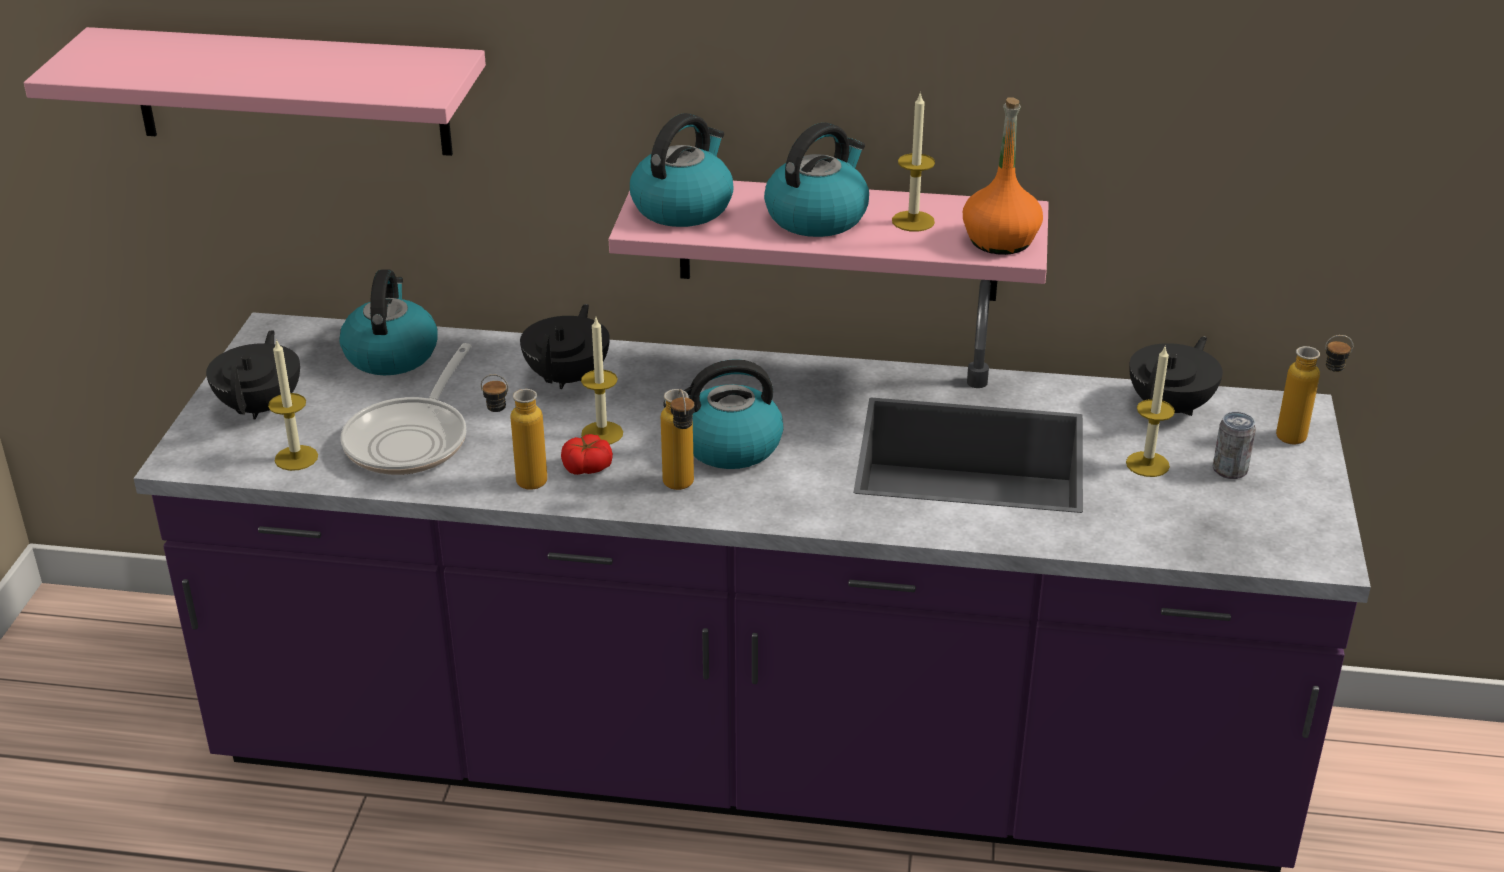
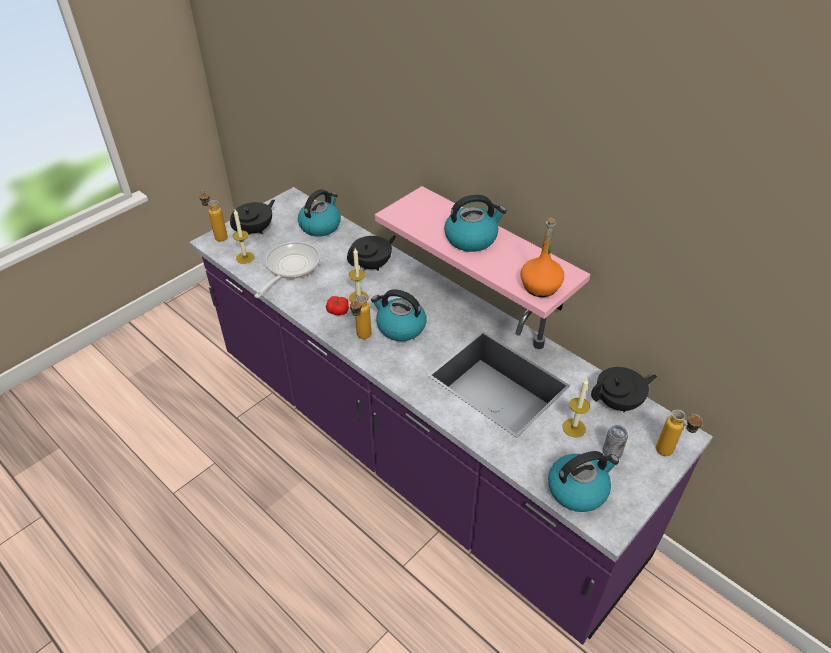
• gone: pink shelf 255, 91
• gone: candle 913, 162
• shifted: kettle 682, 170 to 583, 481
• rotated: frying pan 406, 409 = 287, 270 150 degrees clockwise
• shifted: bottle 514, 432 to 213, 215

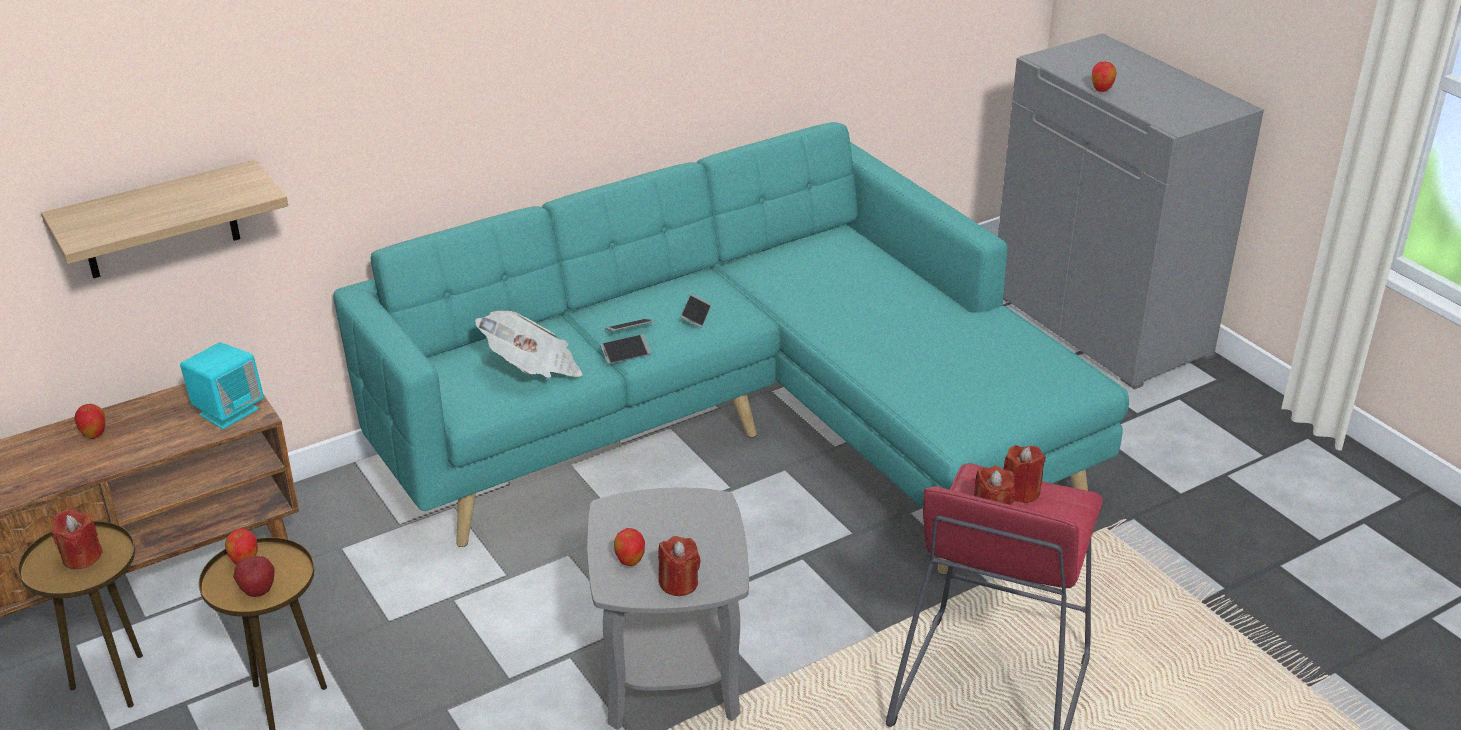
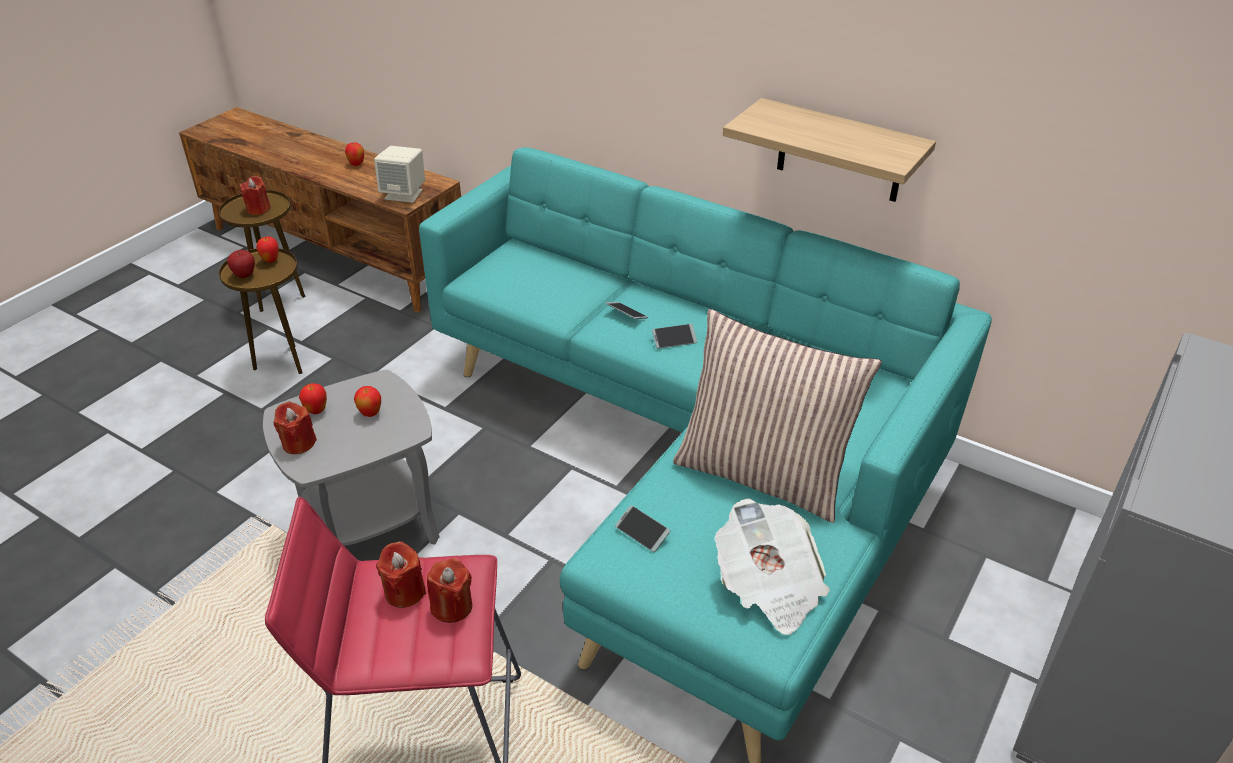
• shifted: apple 1104, 76 to 367, 401
• shifted: shelf 164, 219 to 829, 150
• shifted: newspaper 529, 344 to 772, 566
• shifted: phone 625, 349 to 642, 528
• repainted: turquoise speaker 222, 385 to beige speaker 399, 174
• new: pillow 777, 416

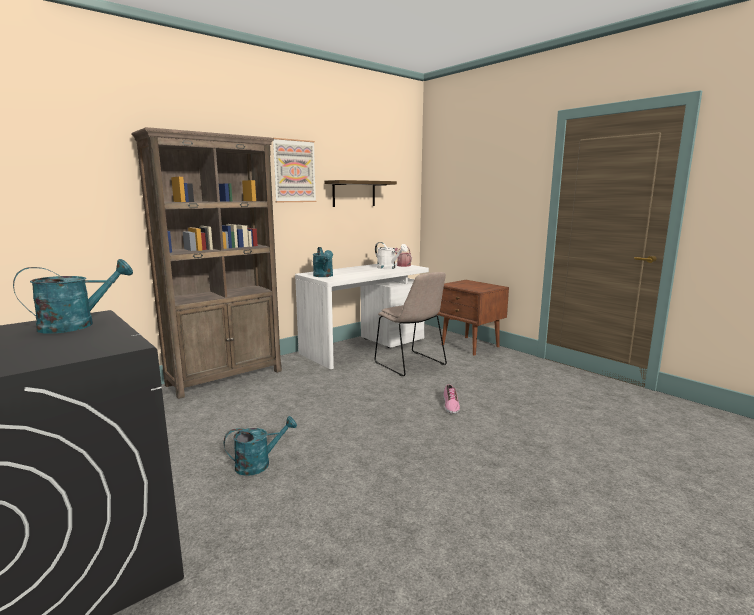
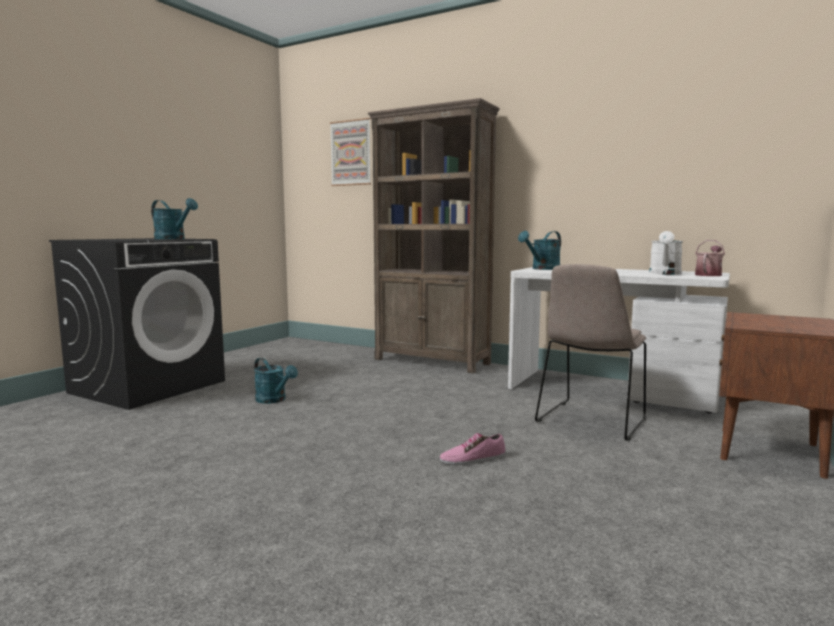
• shifted: picture 294, 170 to 350, 152
• gone: shelf 360, 193

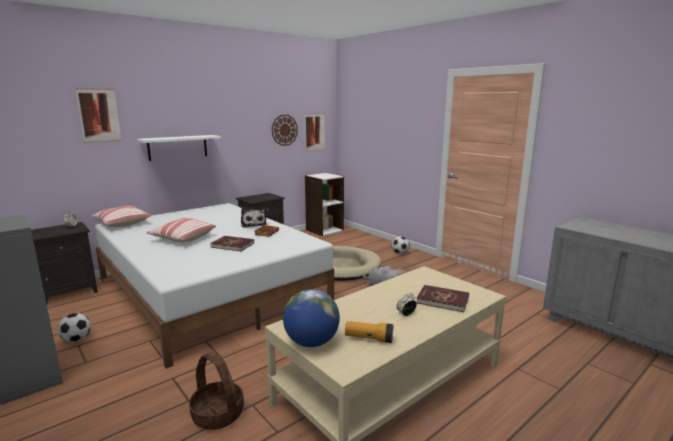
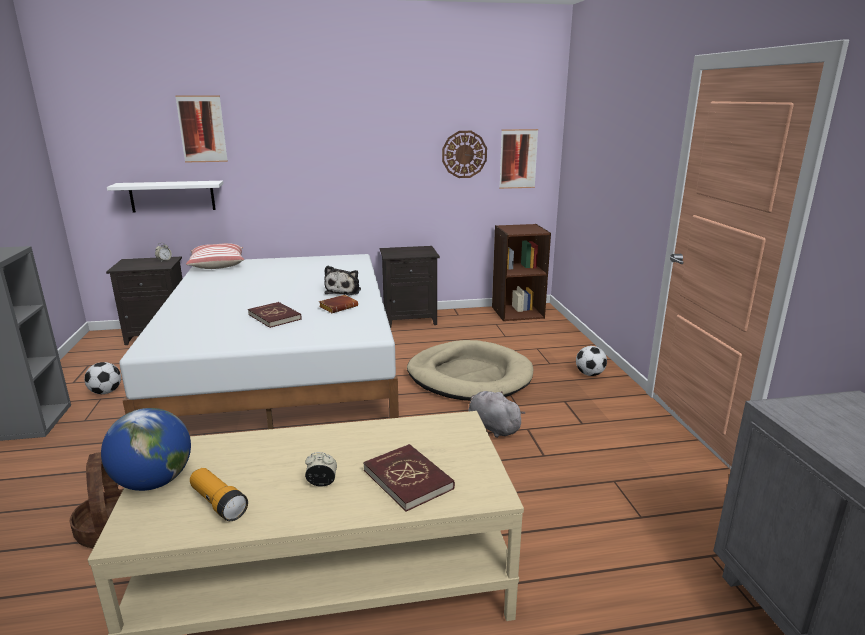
• shifted: white shelf 179, 148 to 165, 196
• repainted: white bookcase 324, 204 to brown bookcase 521, 272
• gone: pillow 181, 230

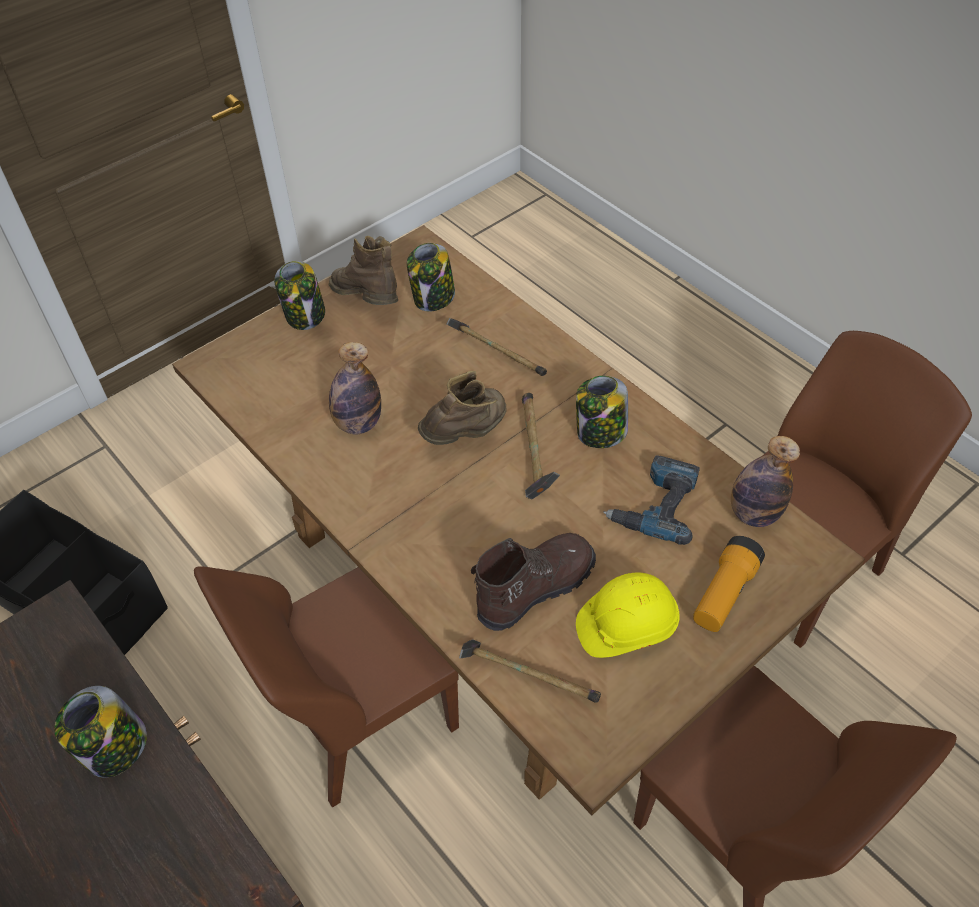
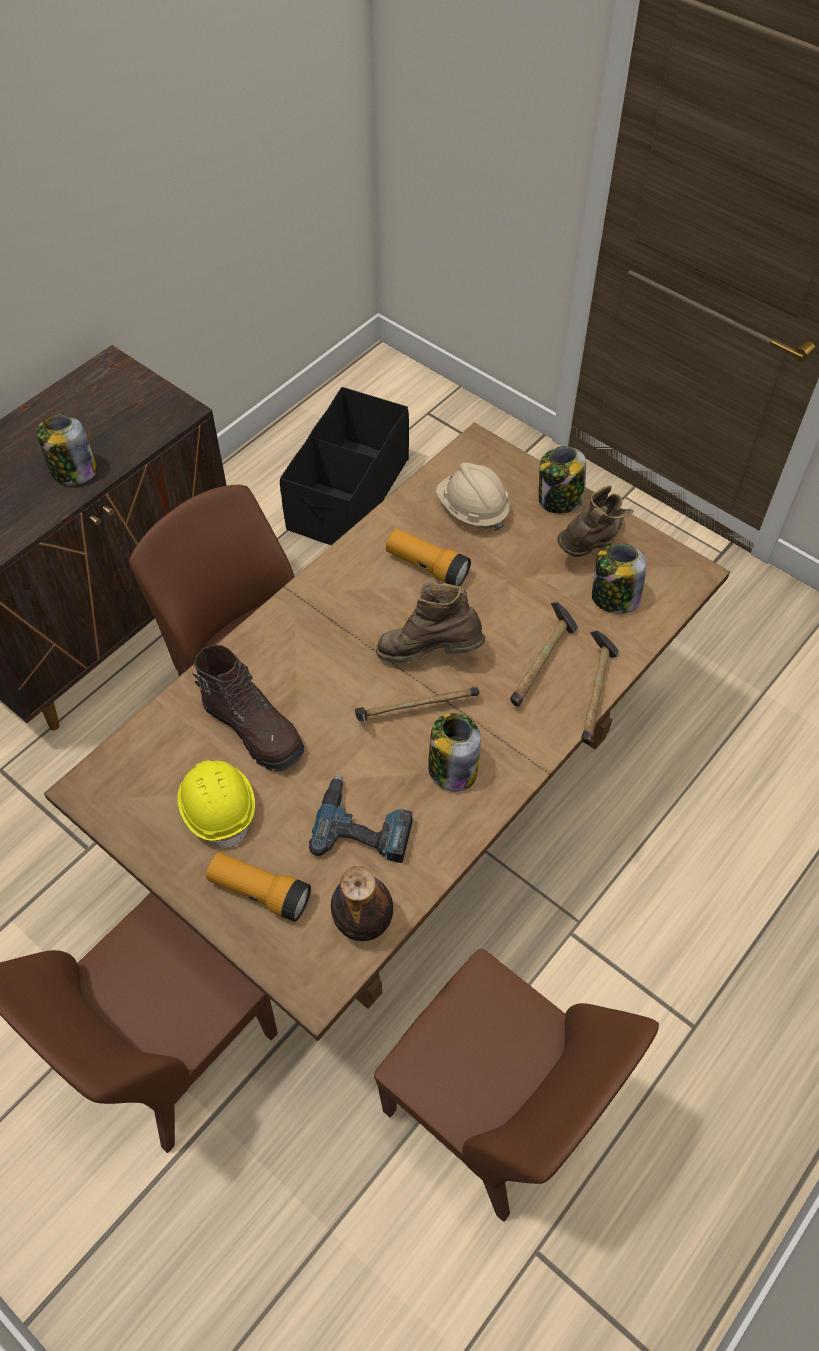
• swapped: bottle 355, 388 to flashlight 428, 557
• rotated: brown boot 462, 408 = 430, 622 150 degrees clockwise
• shifted: hammer 530, 671 to 600, 687
• new: beige hard hat 473, 497

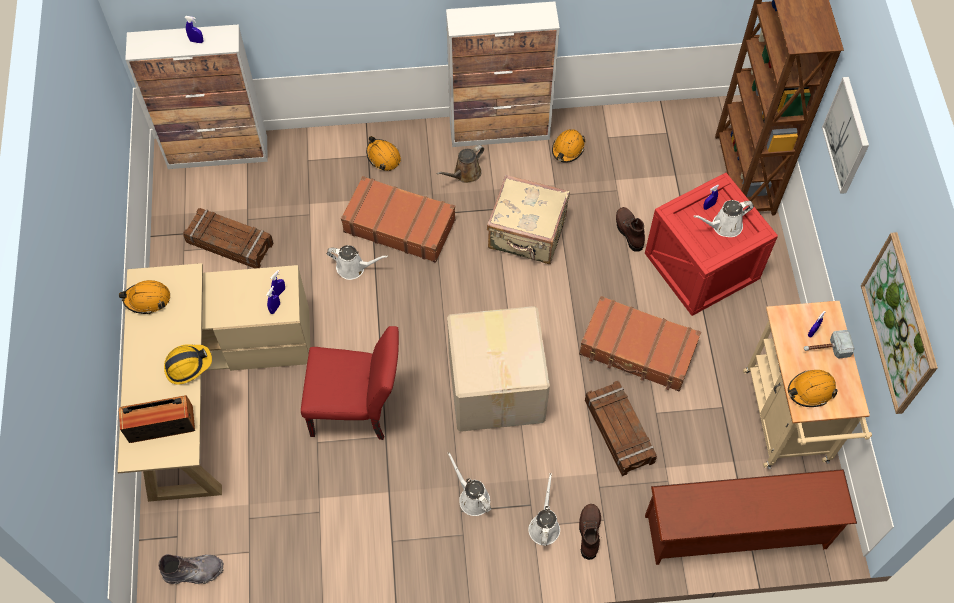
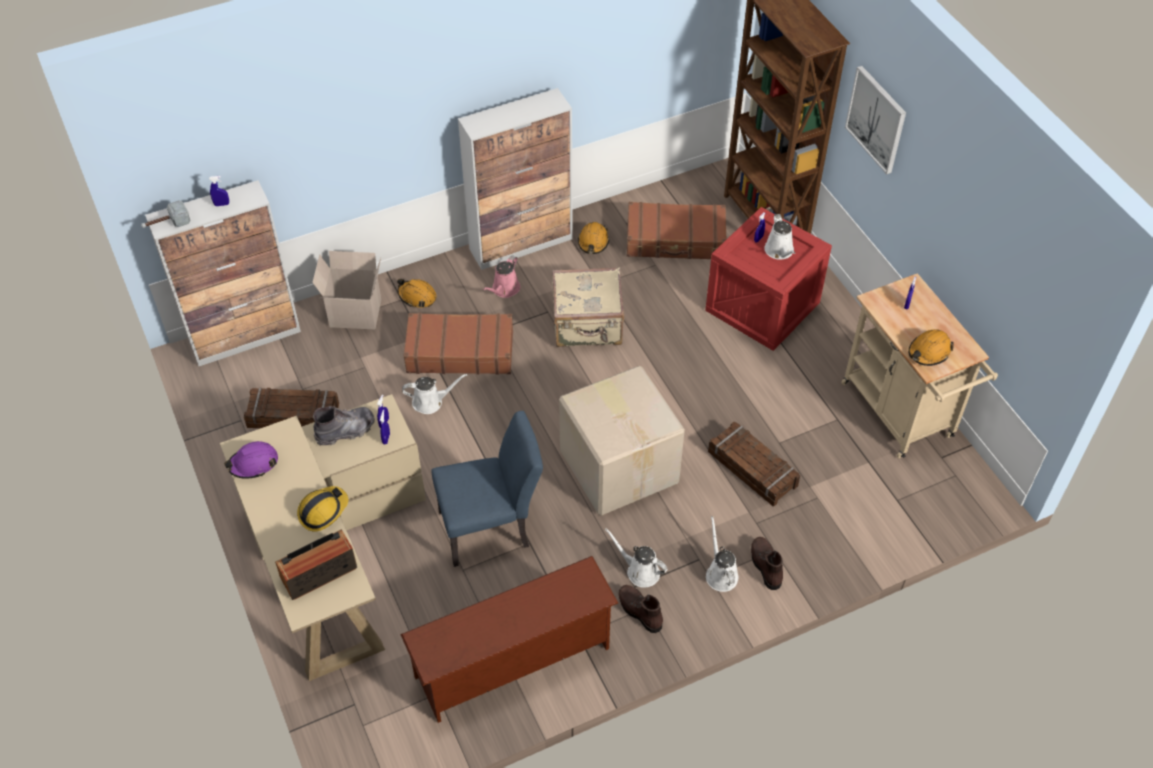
• repainted: brown watering can 460, 164 to pink watering can 501, 277
• rotated: white watering can 724, 218 = 779, 237 60 degrees counterclockwise
• shifted: brown boot 630, 229 to 641, 609
• gone: picture 899, 323
• repainted: orange hard hat 144, 297 to purple hard hat 251, 460
• shifted: brown suitcase 640, 343 to 677, 230
• repainted: red chair 350, 383 to blue chair 487, 489
• shifted: hammer 829, 344 to 166, 214
• shifted: brown shoe rack 751, 517 to 509, 639
• shifted: grey boot 191, 569 to 344, 426
• new: cardboard box 346, 290

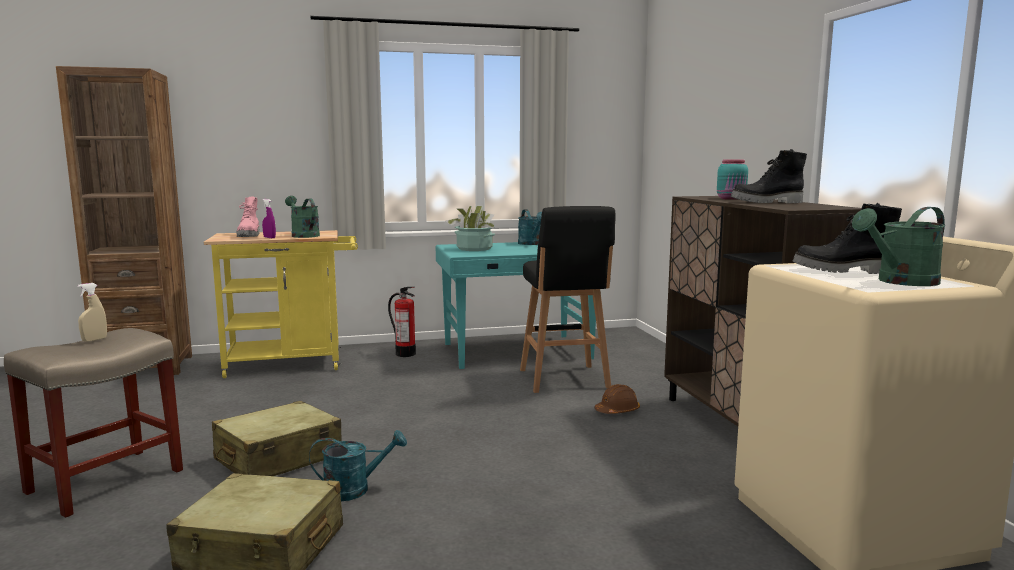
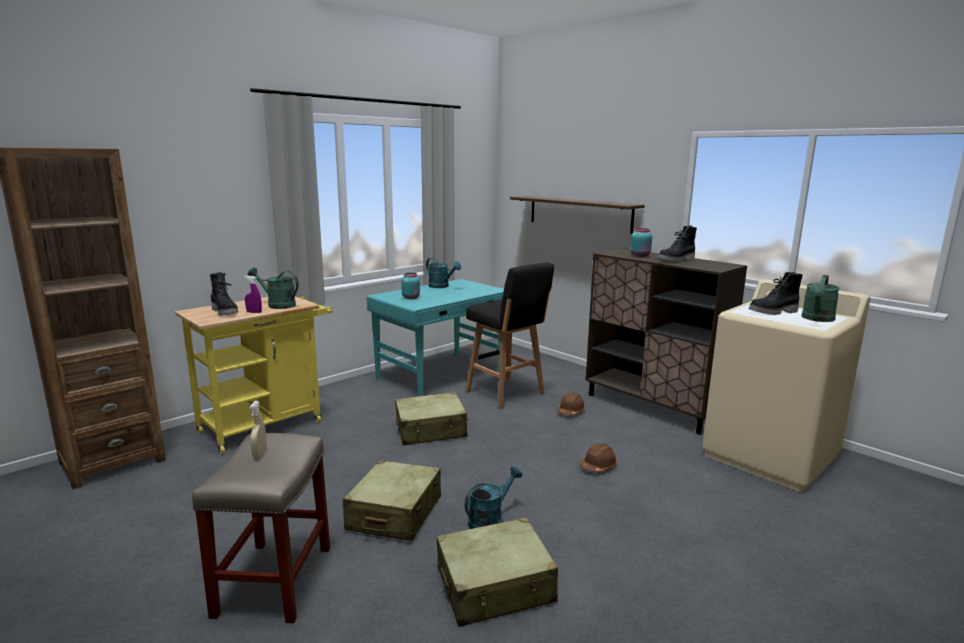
• repainted: pink boot 248, 216 to black boot 224, 293
• swapped: potted plant 470, 228 to turquoise jar 410, 286
• gone: fire extinguisher 402, 322
• new: shelf 577, 215
• new: beige suitcase 432, 418
• new: brown hard hat 598, 457

